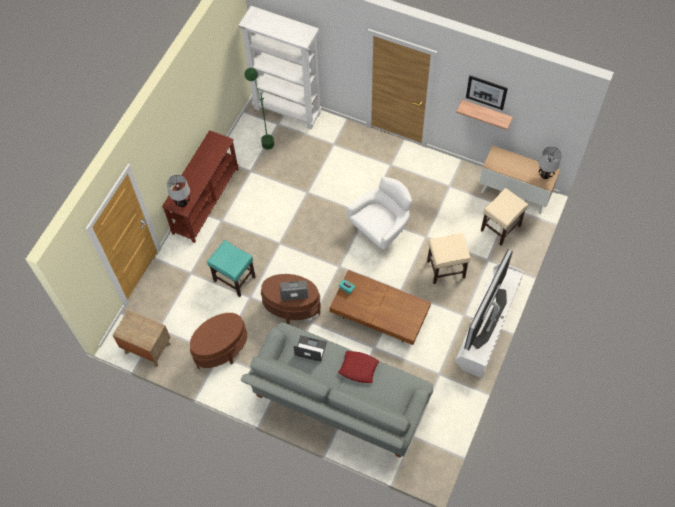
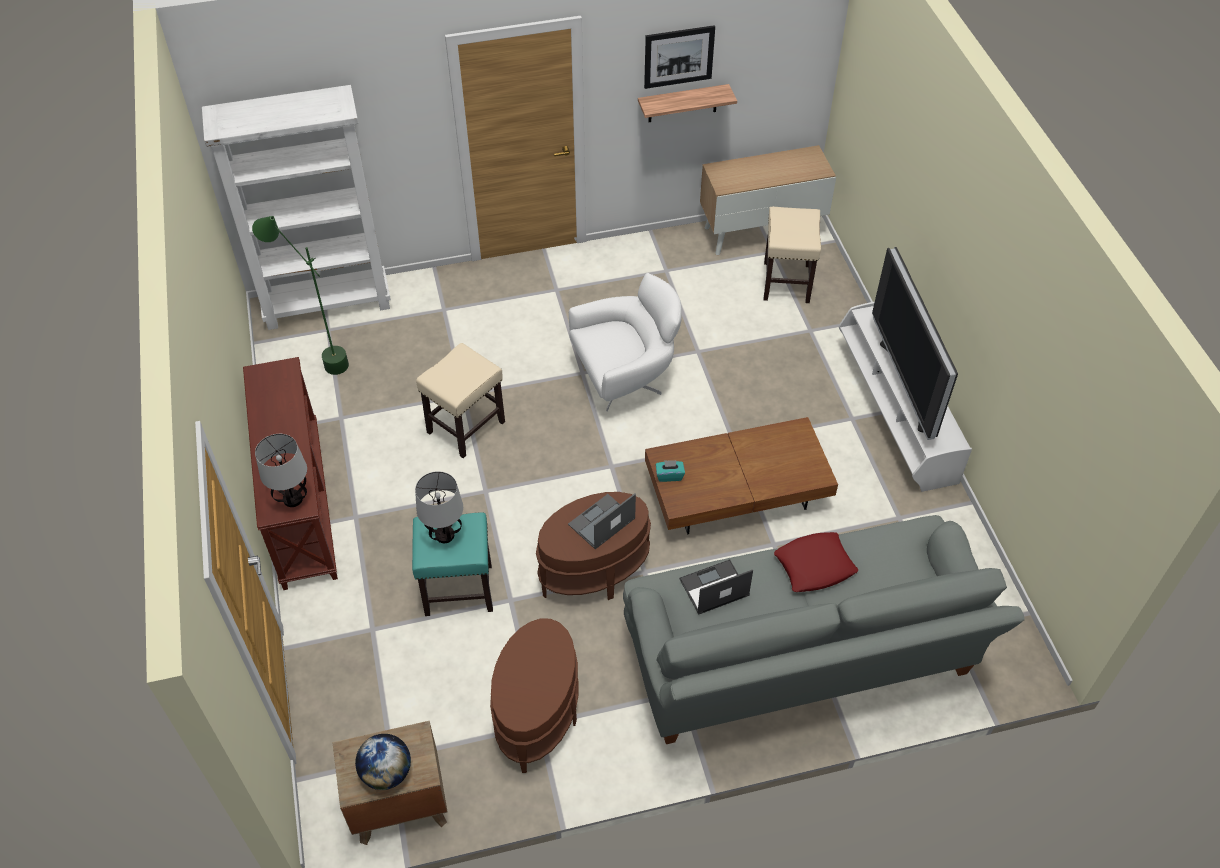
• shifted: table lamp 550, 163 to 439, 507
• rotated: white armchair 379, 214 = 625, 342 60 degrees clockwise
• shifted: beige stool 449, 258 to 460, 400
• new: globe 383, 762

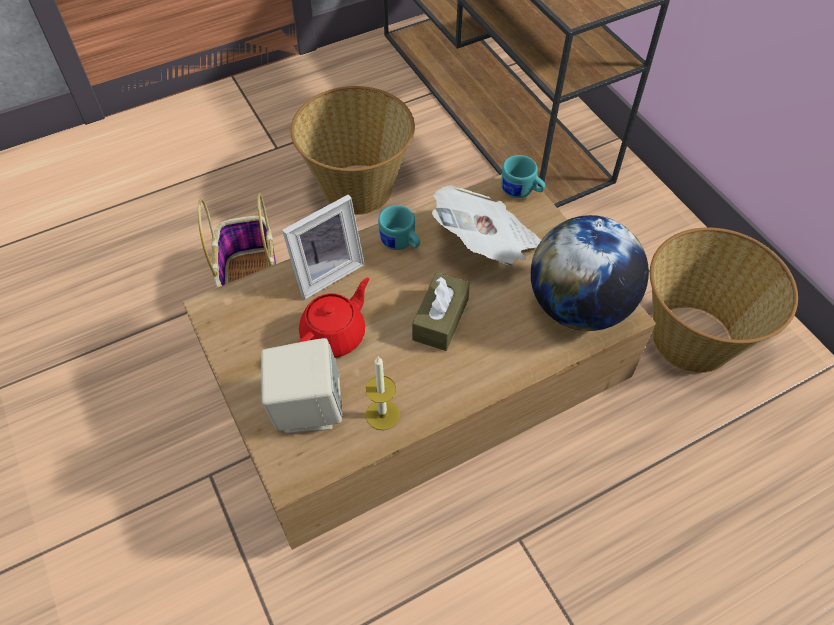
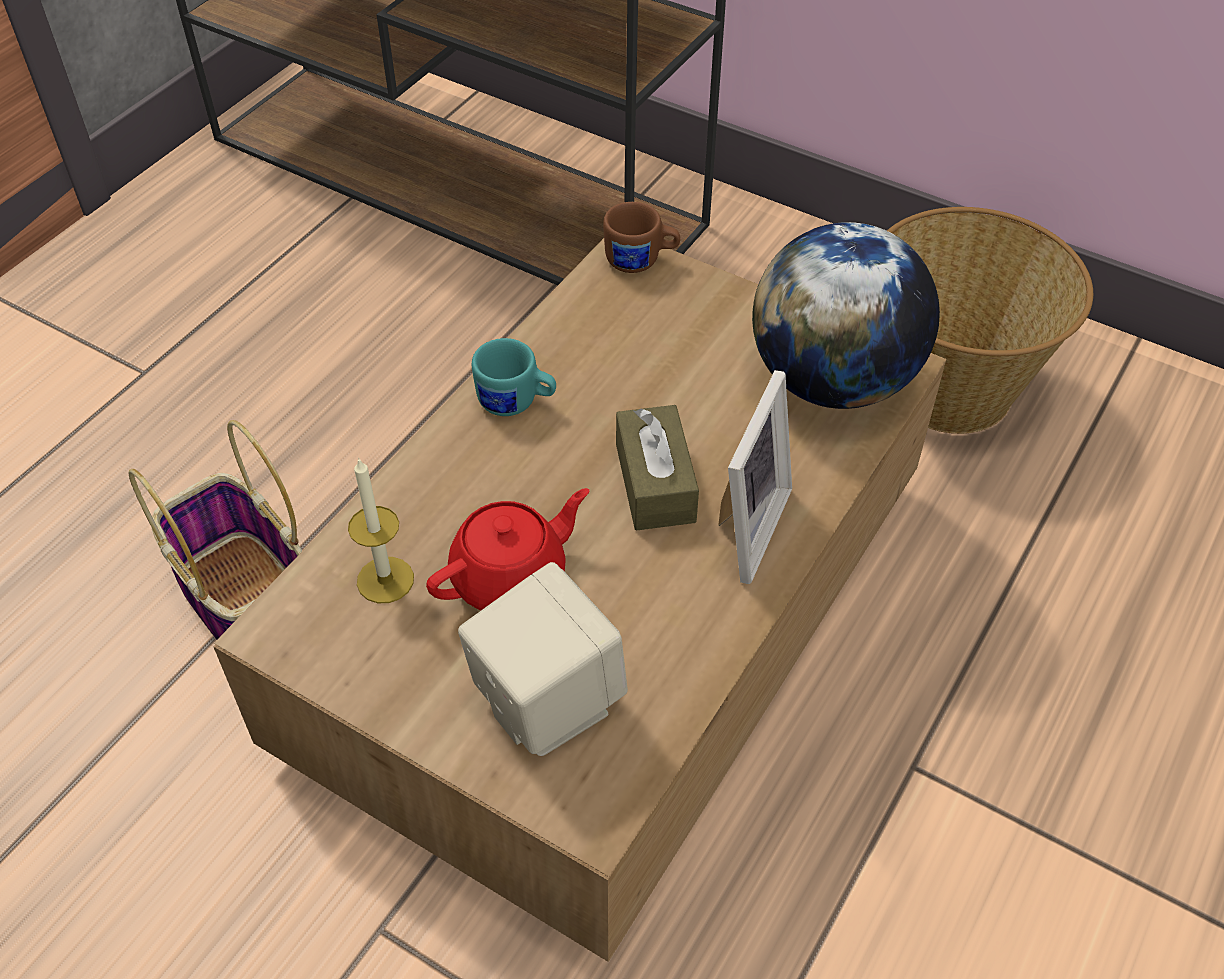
• gone: basket 353, 150
• repainted: turquoise mug 523, 176 to brown mug 641, 237
• gone: newspaper 486, 225
• shifted: picture frame 323, 247 to 755, 477
• rotated: red teapot 334, 318 = 508, 549 45 degrees clockwise
• shifted: candle 382, 393 to 381, 530

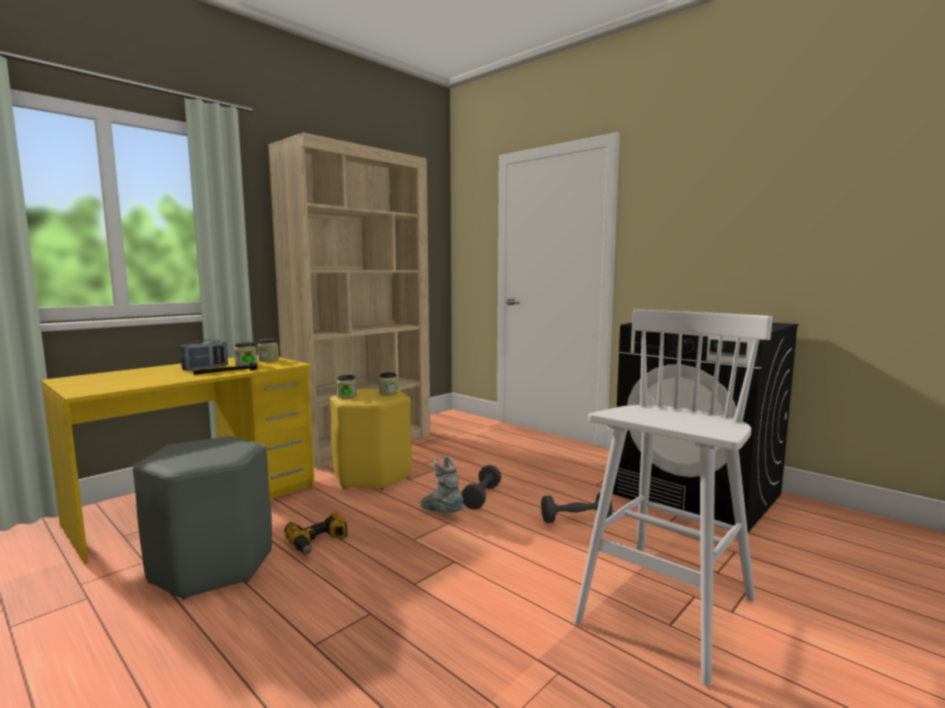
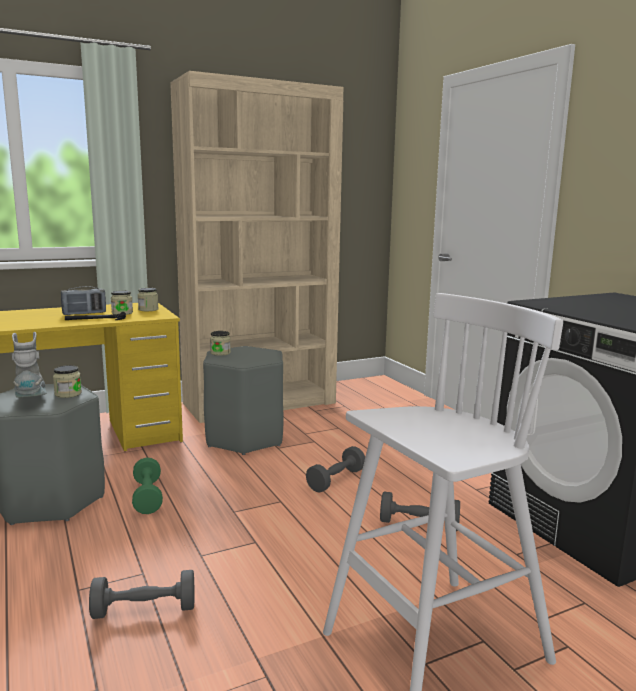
• shifted: jar 388, 384 to 67, 381
• repainted: yellow stool 371, 439 to grey stool 243, 400
• shifted: grey boot 442, 484 to 29, 365
• swapped: power drill 315, 533 to green dumbbell 147, 486
• new: grey dumbbell 141, 594

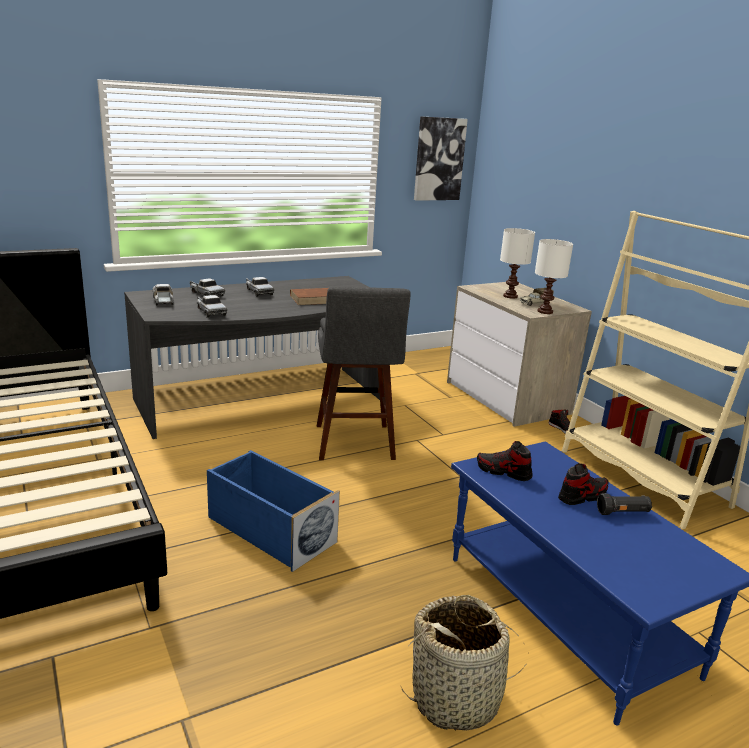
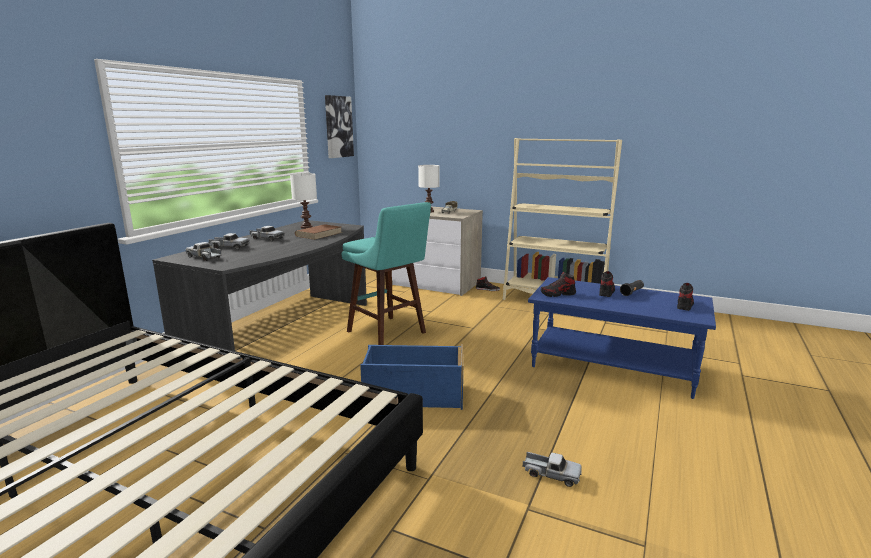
• shifted: white table lamp 554, 276 to 303, 201
• repainted: grey stool 364, 373 to turquoise stool 386, 273
• shifted: toy truck 212, 306 to 552, 469
• gone: basket 463, 663
• new: shoe 685, 297

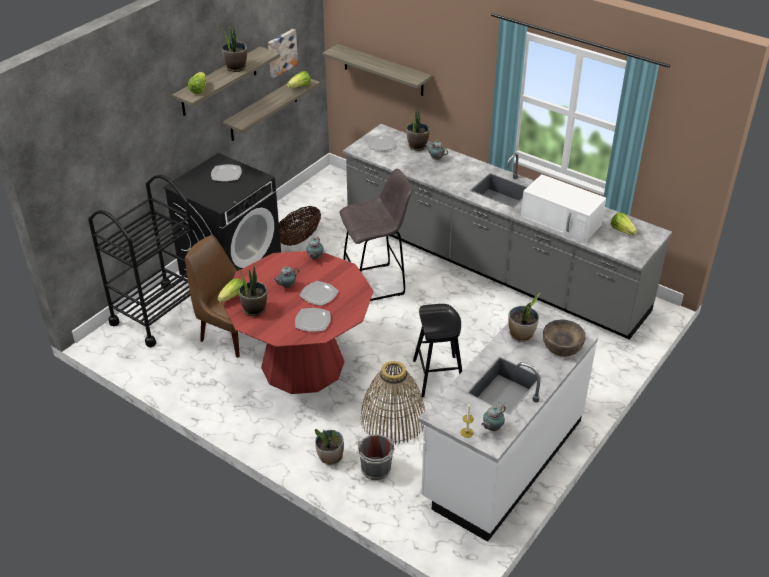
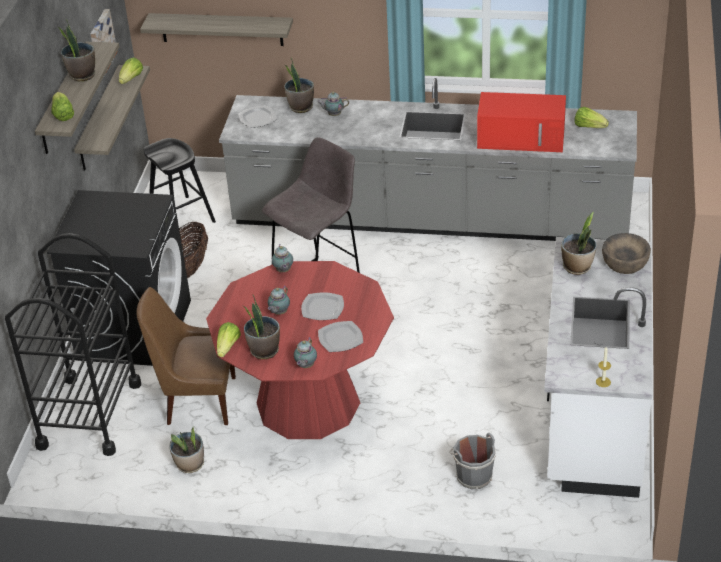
• gone: plate 226, 172
• repainted: white microwave 563, 208 to red microwave 521, 122
• shifted: black stool 437, 350 to 180, 180
• gone: basket 392, 402
• shifted: teapot 493, 417 to 305, 353
• shifted: potted plant 329, 447 to 186, 450

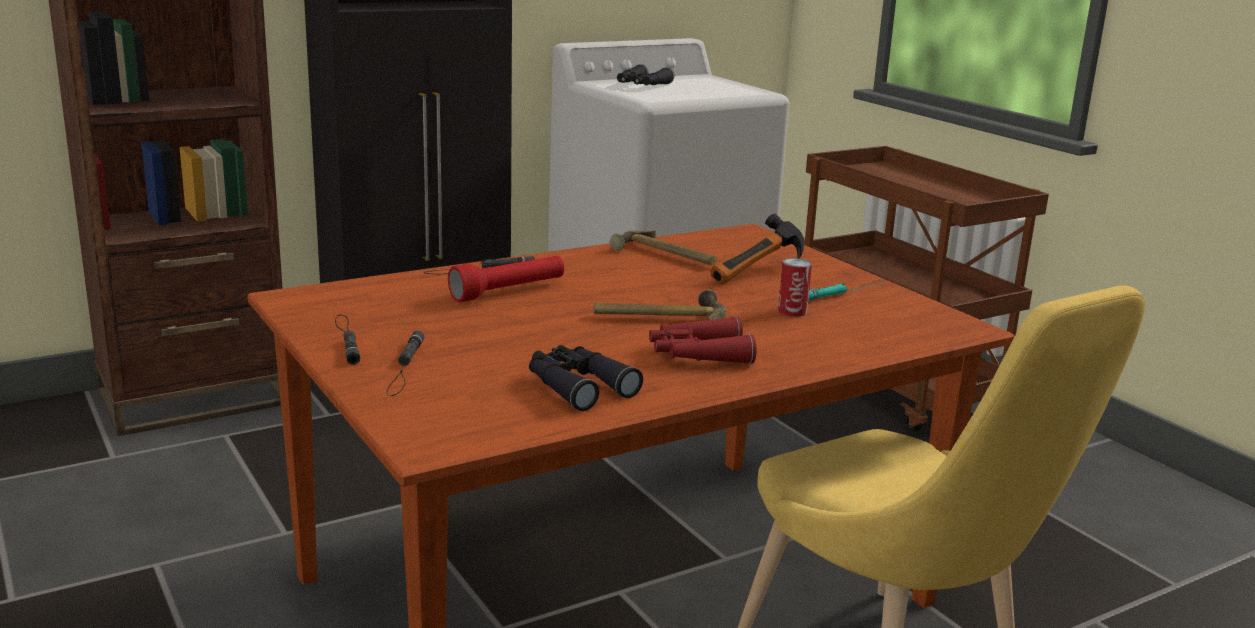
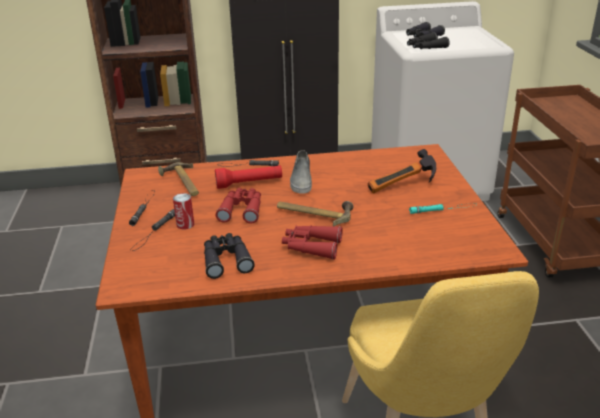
• shifted: hammer 663, 247 to 178, 179
• shifted: can 795, 287 to 183, 211
• new: black binoculars 428, 40
• new: grey shoe 301, 172
• new: red binoculars 238, 206

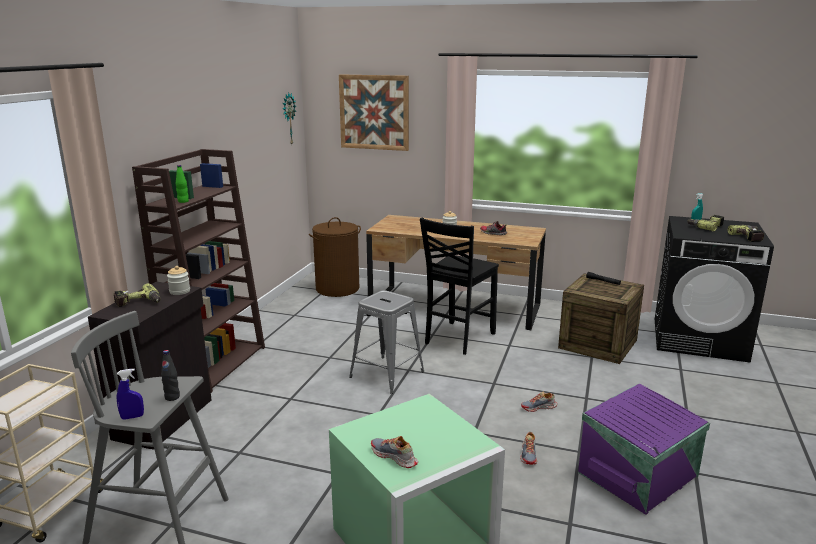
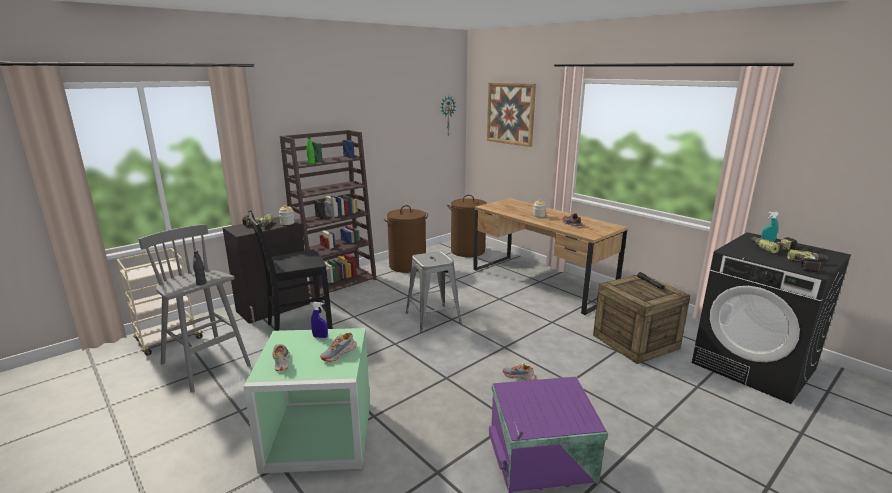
• shifted: black chair 459, 286 to 290, 270
• shifted: blue spray bottle 130, 394 to 319, 320
• shifted: shoe 528, 448 to 338, 347
• new: brown laundry basket 406, 239

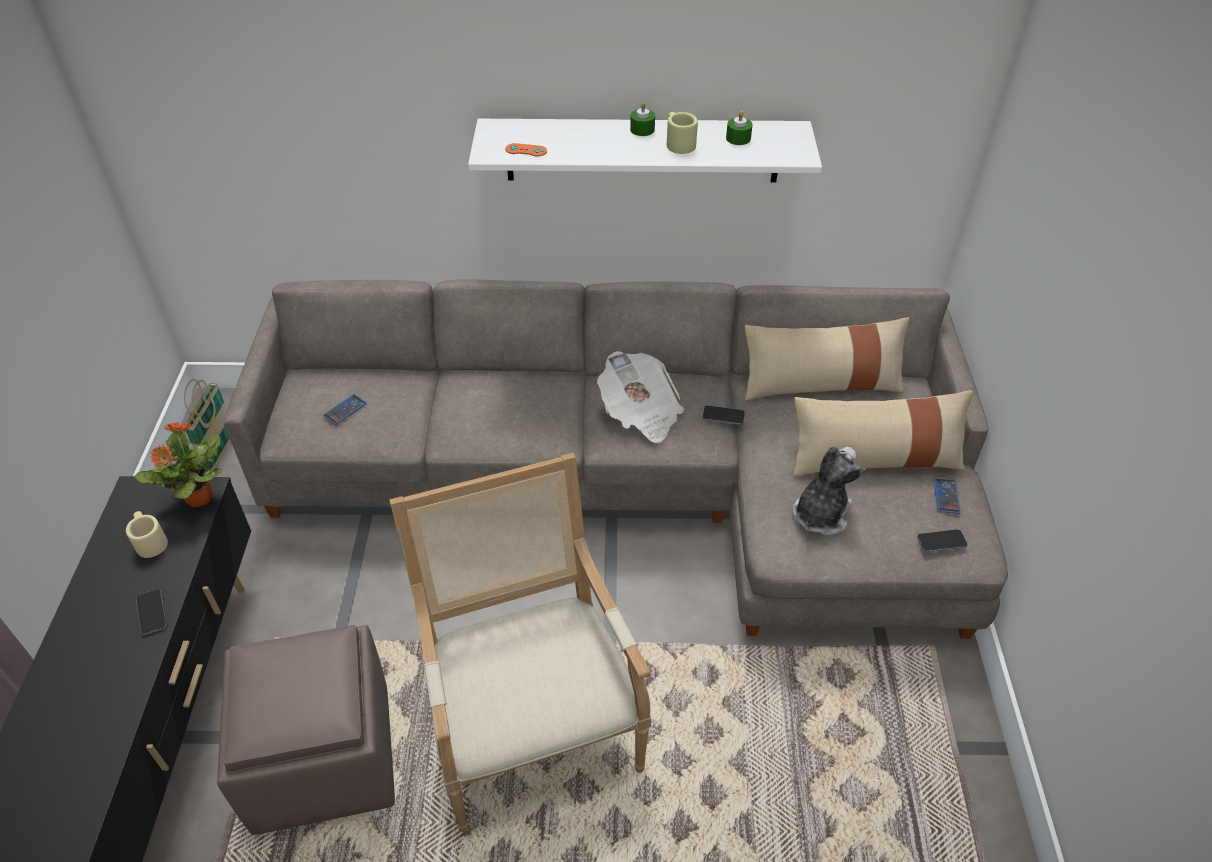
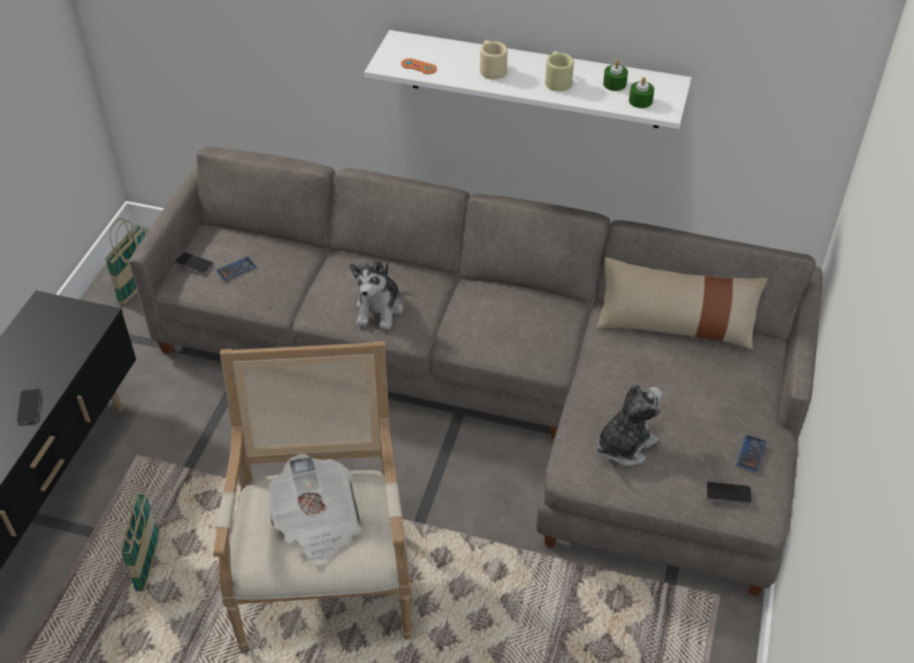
• shifted: green candle 642, 119 to 641, 92
• shifted: newspaper 640, 397 to 315, 509
• gone: beige pillow 883, 433
• shifted: phone 724, 415 to 194, 263
• gone: potted plant 179, 464
• shifted: beige mug 147, 534 to 494, 59
• swapped: brown ottoman 306, 730 to basket 139, 542
• new: plush toy 376, 295

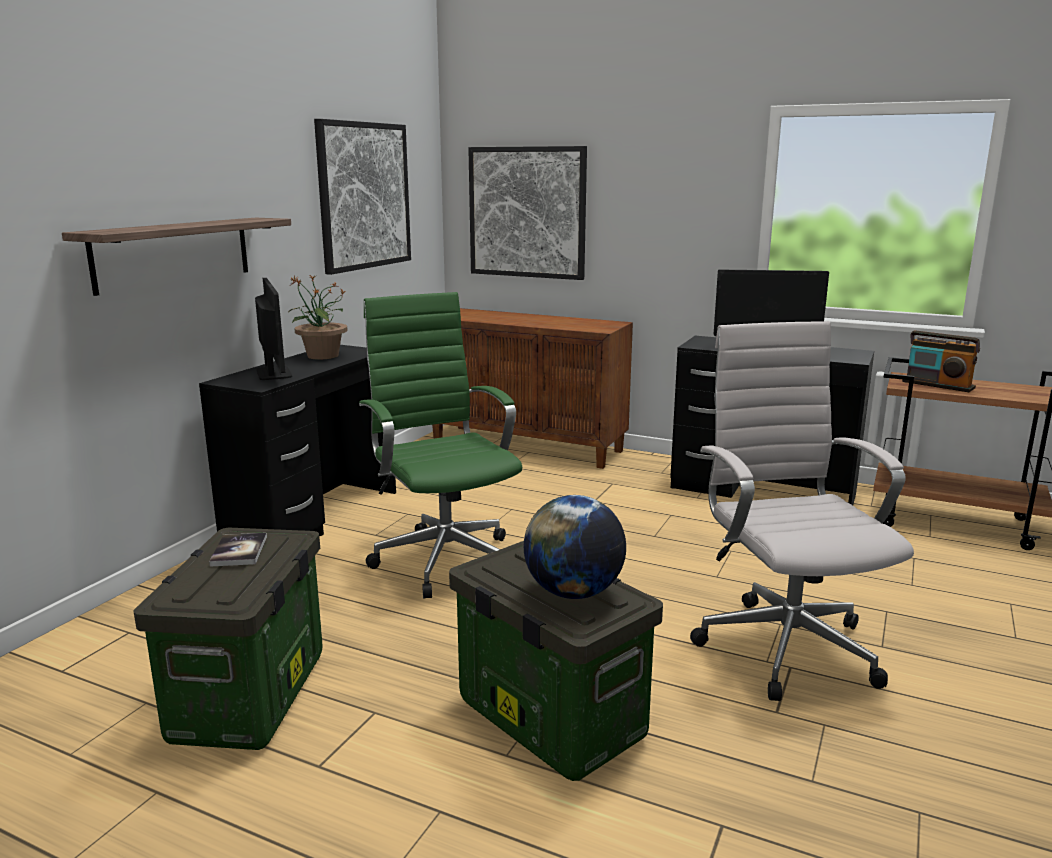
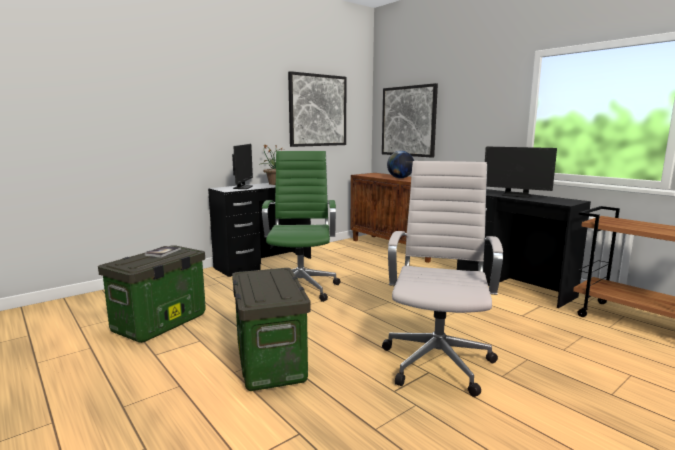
• gone: shelf 176, 257
• gone: radio 941, 361
• shifted: globe 575, 547 to 400, 164

